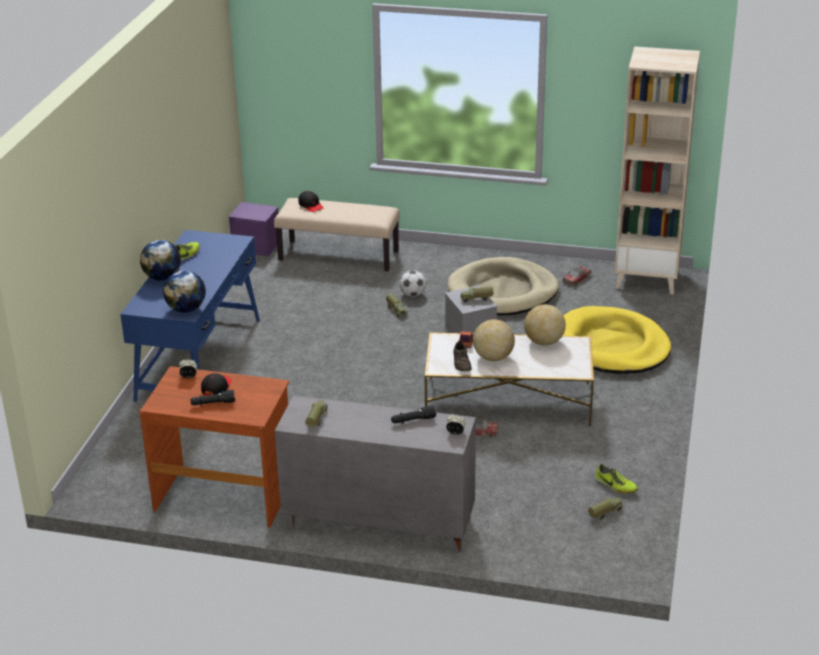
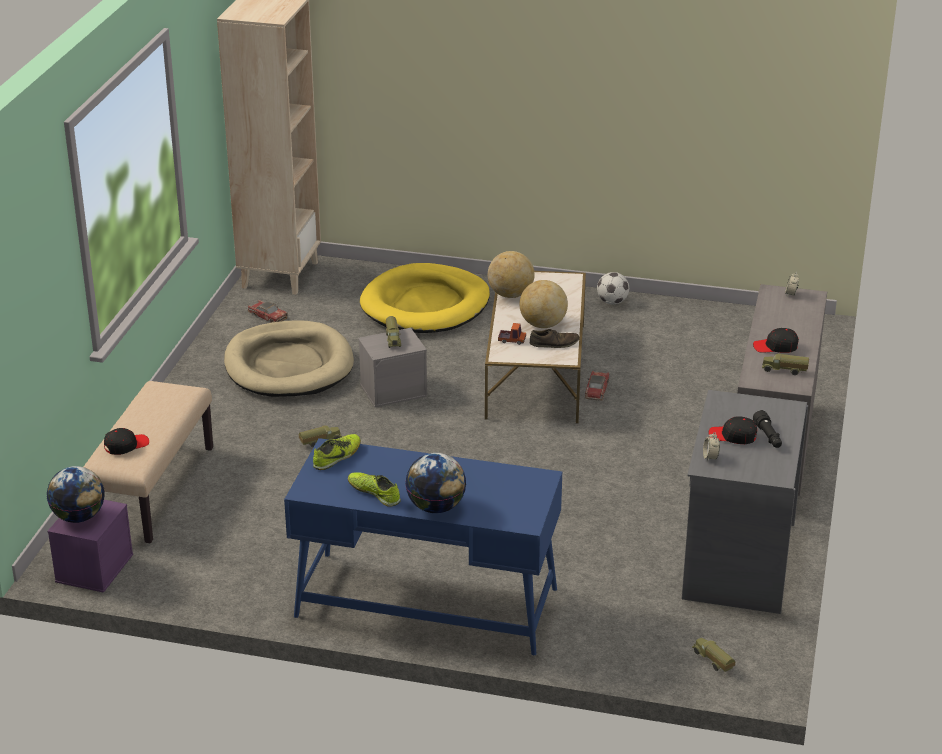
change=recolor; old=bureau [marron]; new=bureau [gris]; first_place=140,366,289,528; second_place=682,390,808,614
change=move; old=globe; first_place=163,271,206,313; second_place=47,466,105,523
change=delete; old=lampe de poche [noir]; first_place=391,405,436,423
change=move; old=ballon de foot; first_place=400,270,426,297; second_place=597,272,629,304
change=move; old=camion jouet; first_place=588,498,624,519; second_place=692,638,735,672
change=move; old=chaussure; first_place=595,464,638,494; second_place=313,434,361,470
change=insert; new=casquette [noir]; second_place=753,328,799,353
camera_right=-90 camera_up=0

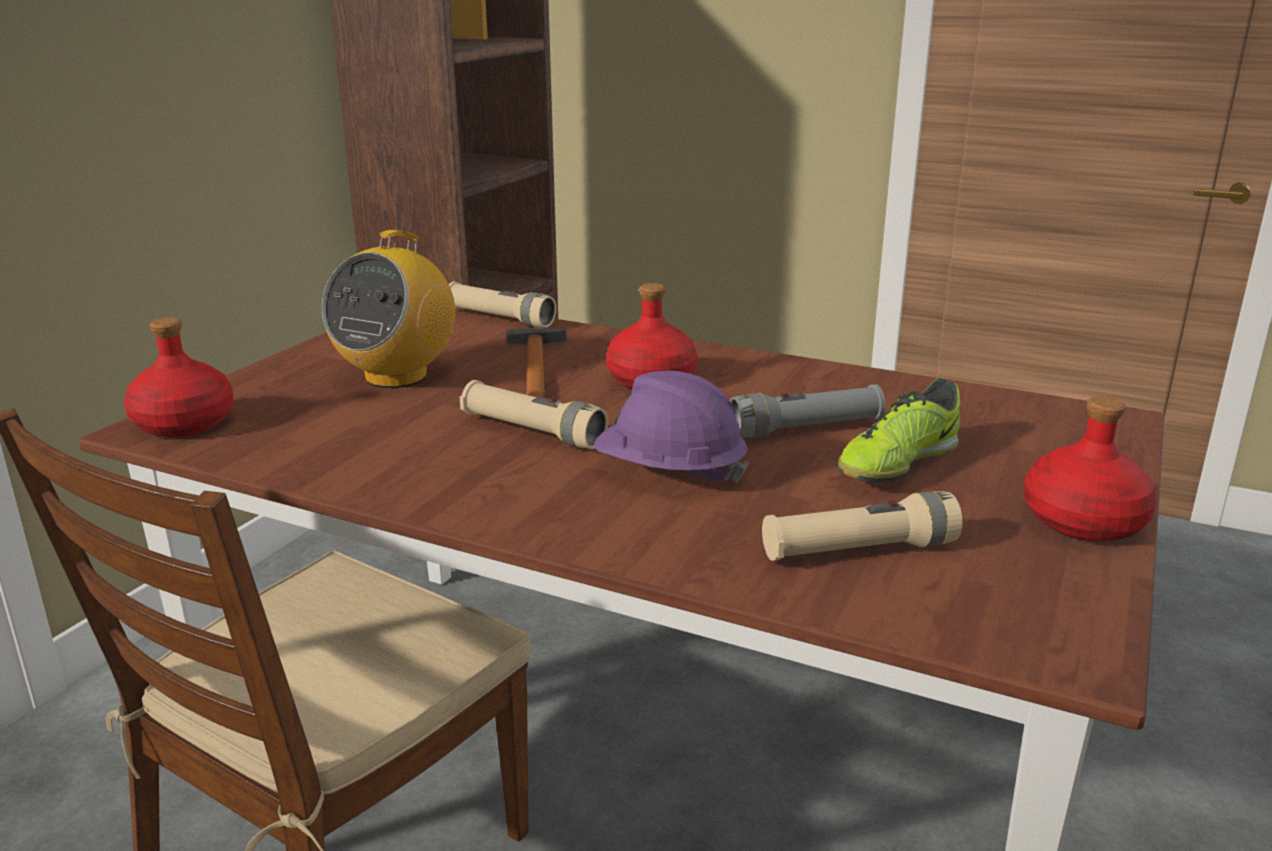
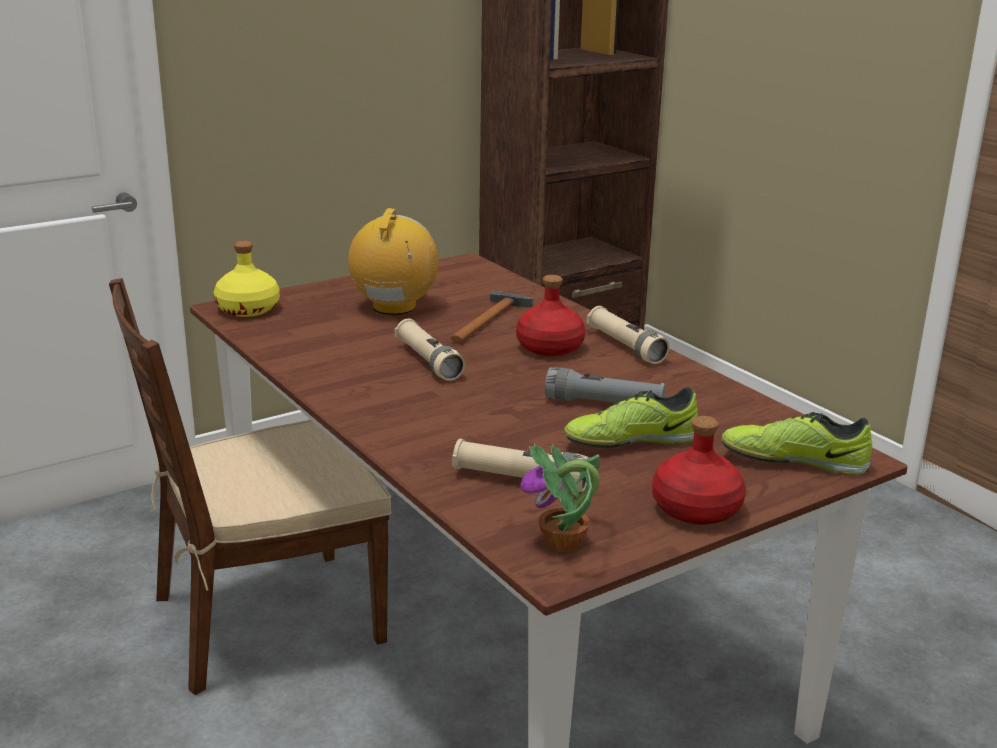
change=recolor; old=bouteille [rouge]; new=bouteille [jaune]; first_place=124,317,234,437; second_place=214,241,280,317
change=rotate; old=radio; first_place=322,230,455,388; second_place=348,208,439,315; degrees=135
change=move; old=lampe de poche [beige]; first_place=449,282,557,327; second_place=587,306,670,364
change=delete; old=casque de chantier [violet]; first_place=594,371,749,484
change=insert; new=plante en pot; second_place=521,444,600,552
change=insert; new=chaussure; second_place=721,412,872,476
camera_right=30 camera_up=0

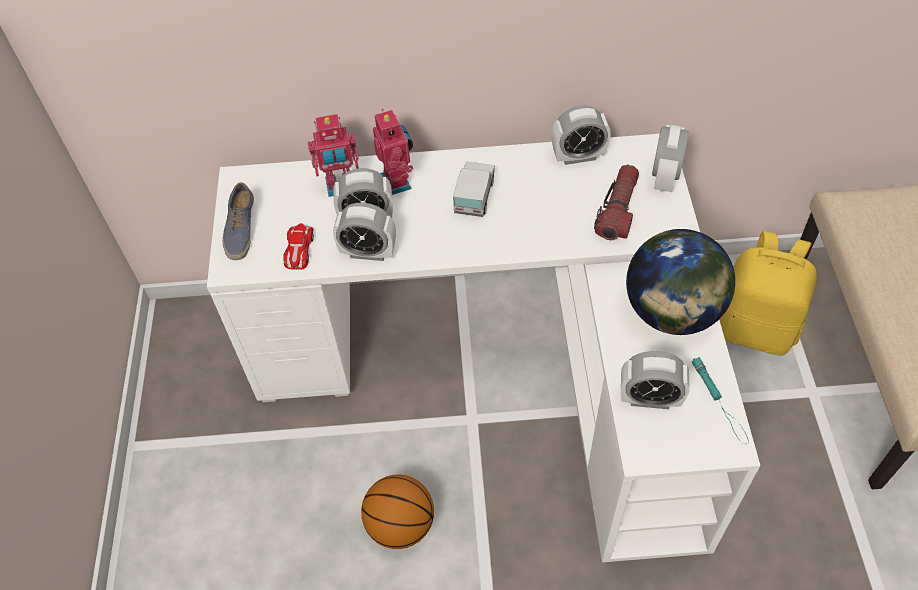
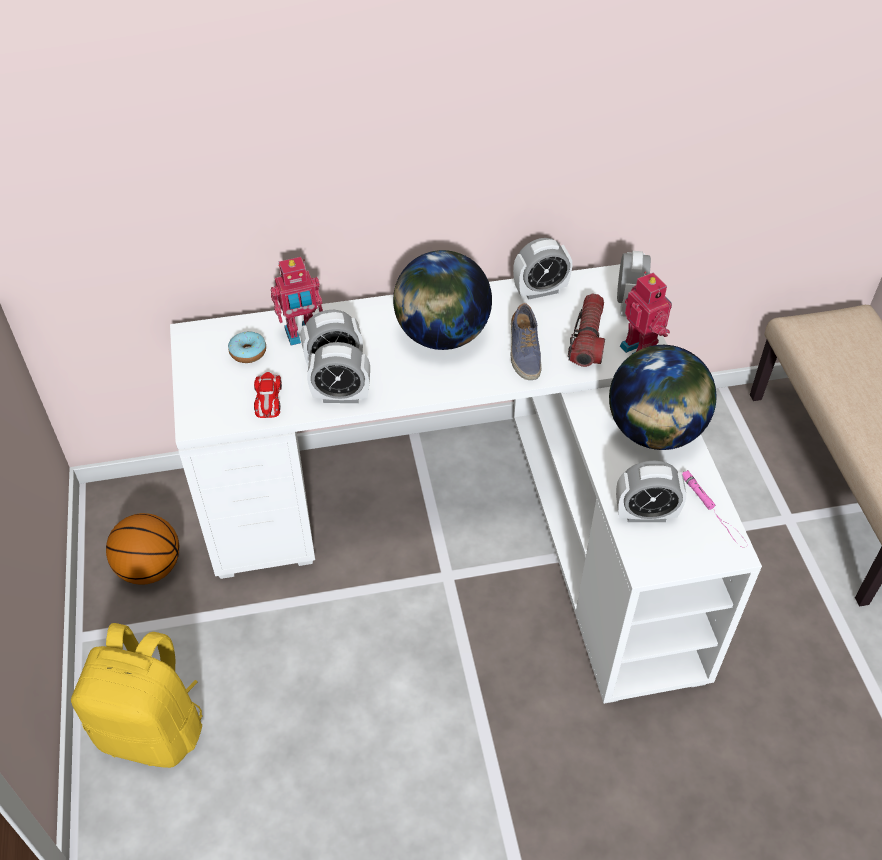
change=move; old=chaussure; first_place=222,182,254,260; second_place=511,303,542,380
change=move; old=ballon de basket; first_place=361,474,434,549; second_place=106,513,179,585
change=move; old=robot jouet; first_place=373,109,413,195; second_place=620,272,672,354
change=replace; old=camion jouet; new=globe; first_place=453,162,495,217; second_place=393,250,492,350
change=recolor; old=lampe de poche [turquoise]; new=lampe de poche [rose]; first_place=692,357,748,444; second_place=682,470,746,548
change=move; old=sac à dos [jaune]; first_place=719,231,817,356; second_place=71,623,203,768
change=insert; new=beignet; second_place=228,331,266,363
camera_right=-10 camera_up=-5

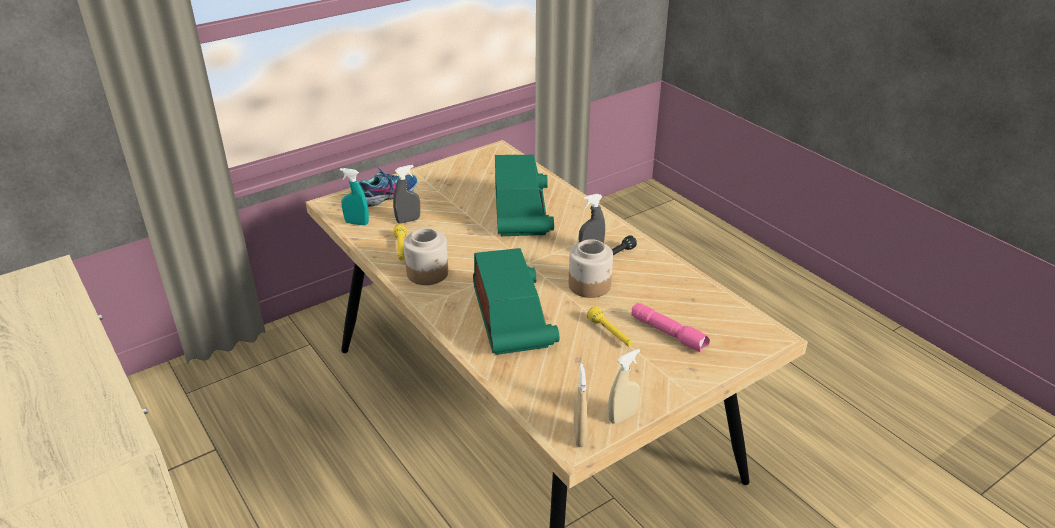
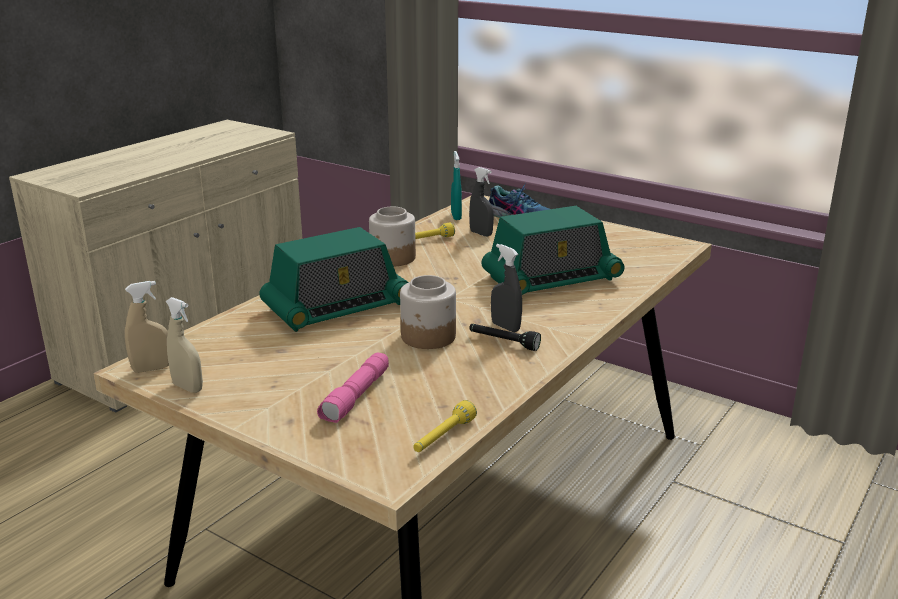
change=move; old=lampe de poche [jaune]; first_place=587,306,633,346; second_place=413,400,477,452
camera_right=70 camera_up=-10

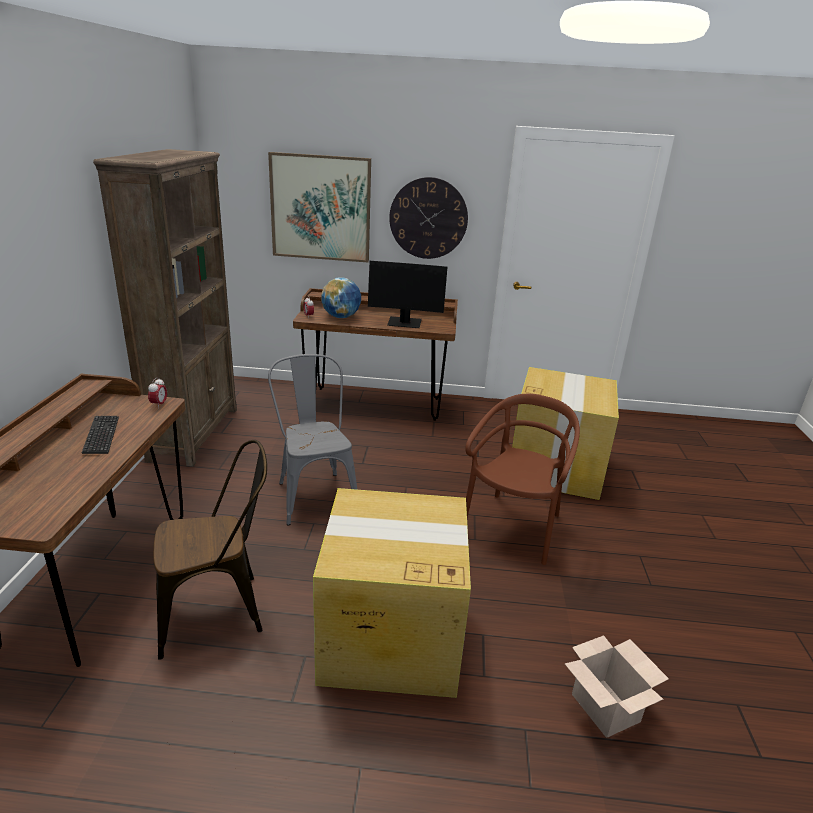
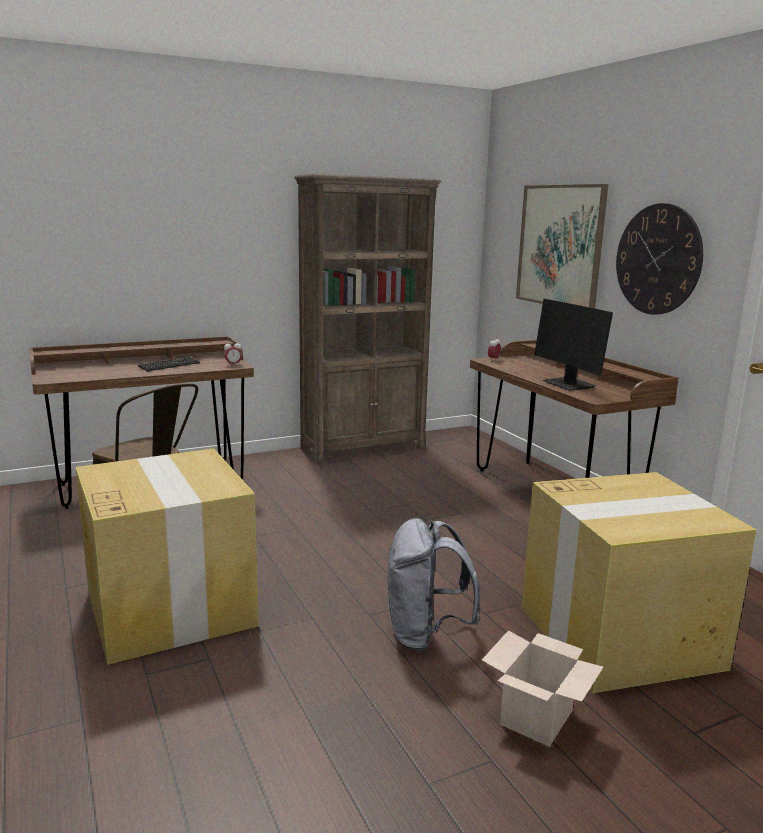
change=delete; old=chaise [gris]; first_place=268,354,358,525
change=delete; old=globe; first_place=321,277,361,318
change=replace; old=chaise [marron]; new=sac à dos [gris]; first_place=465,394,580,565; second_place=388,518,480,652
change=move; old=carton; first_place=565,635,669,738; second_place=482,631,603,747
camera_right=60 camera_up=-10

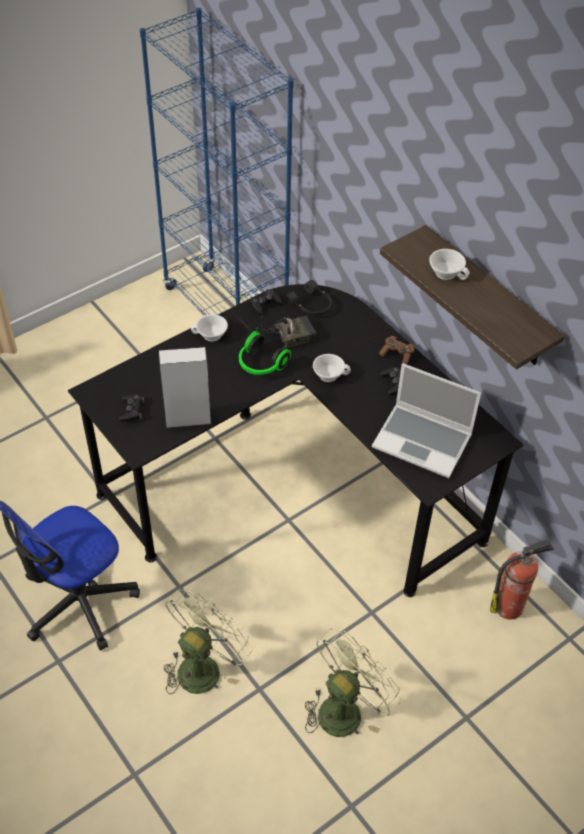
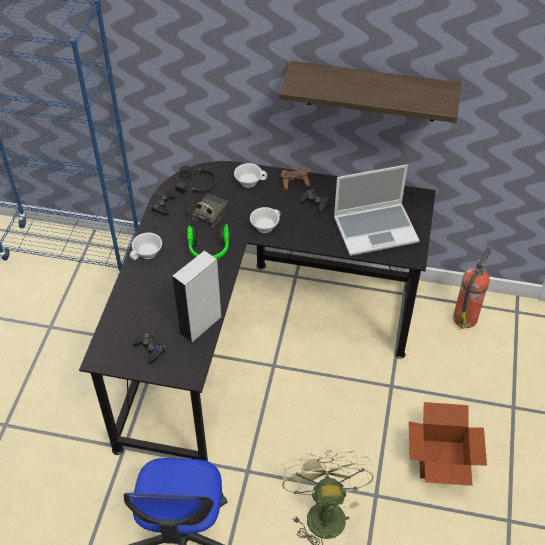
change=replace; old=ventilateur [vert]; new=carton; first_place=305,629,401,737; second_place=409,402,487,486
change=move; old=tasse [blanc]; first_place=429,249,469,280; second_place=234,163,267,187
camera_right=-40 camera_up=0

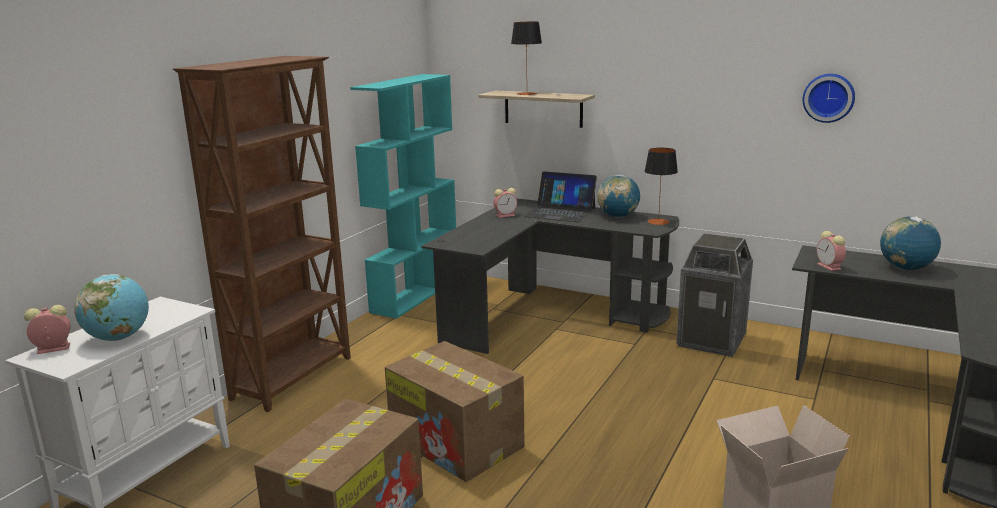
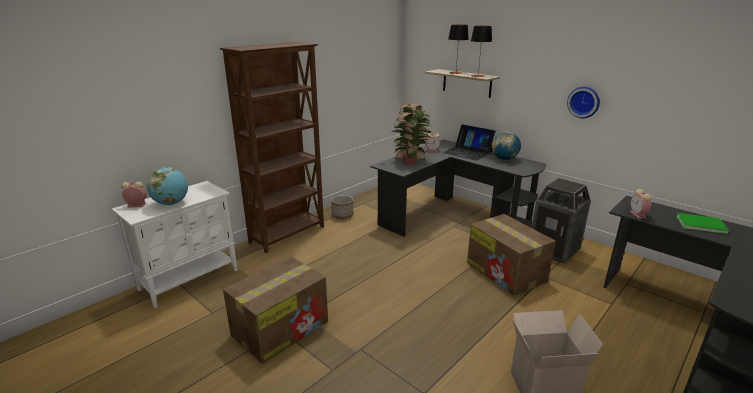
change=delete; old=bibliothèque [turquoise]; first_place=350,74,456,319
change=move; old=carton; first_place=385,341,525,482; second_place=467,214,556,296
change=move; old=lampe de table; first_place=645,148,678,225; second_place=471,26,492,77
change=move; old=horloge murale; first_place=802,74,855,123; second_place=567,87,600,118
change=replace; old=globe; new=livre [vert]; first_place=880,216,941,270; second_place=676,213,729,234
change=insert; new=cache-pot; second_place=331,195,353,219
change=insert; new=plante en pot; second_place=391,104,432,164
camera_right=15 camera_up=5

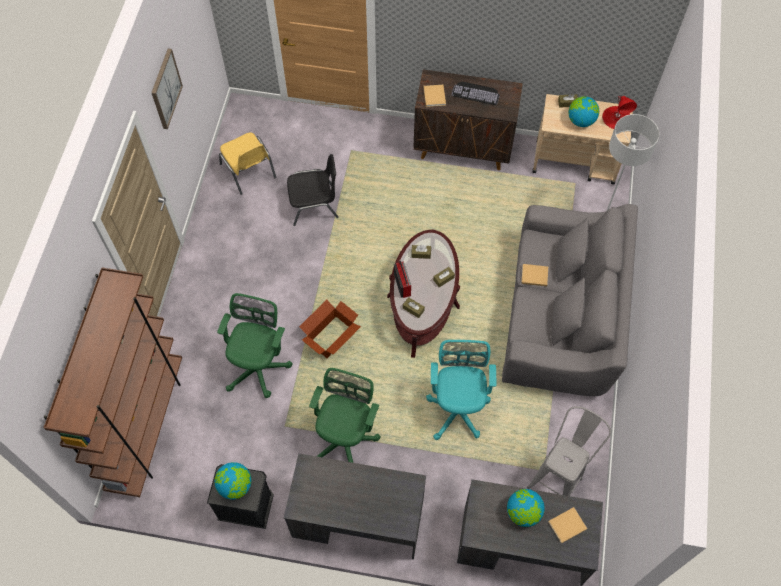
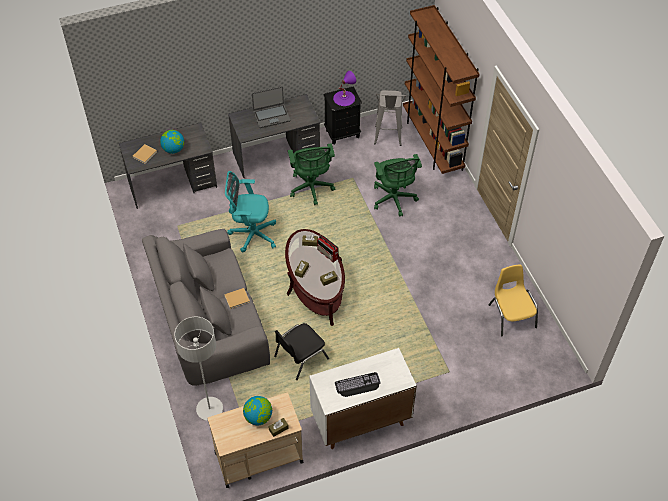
change=delete; old=tableau; first_place=151,49,183,129
change=replace; old=globe; new=lampe de table [violet]; first_place=214,462,251,500; second_place=333,71,356,106
change=rotate; old=chaise [jaune]; first_place=219,132,276,195; second_place=488,265,538,337; degrees=45
change=move; old=chaise [noir]; first_place=287,154,339,226; second_place=274,323,329,380
change=delete; old=carton; first_place=299,299,361,358
change=recolor; old=meuble de rangement [marron]; new=meuble de rangement [blanc]; first_place=413,69,523,170; second_place=309,348,417,449
change=delete; old=livre [beige]; first_place=424,85,446,107
change=rotate; old=chaise de bureau [turquoise]; first_place=426,340,496,440; second_place=225,171,276,252; degrees=120
change=move; old=tabouret [gris]; first_place=527,406,611,496; second_place=374,90,406,146
change=delete; old=lampe de table [rouge]; first_place=602,95,637,129
change=insert; new=ordinateur portable; second_place=252,86,290,128
camera_right=150 camera_up=-10

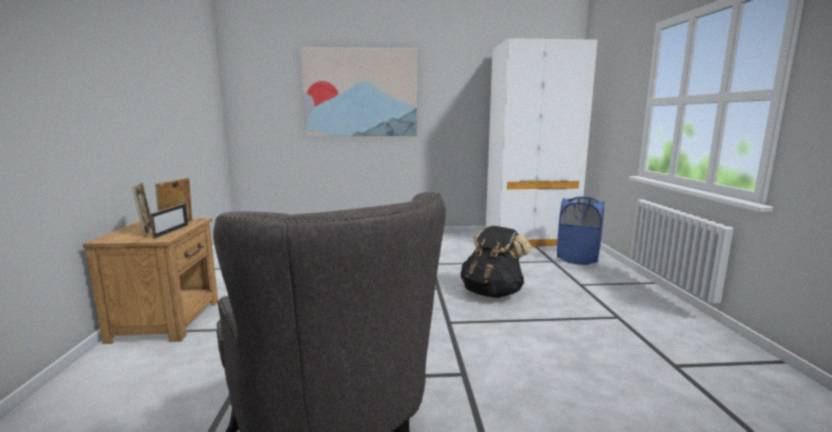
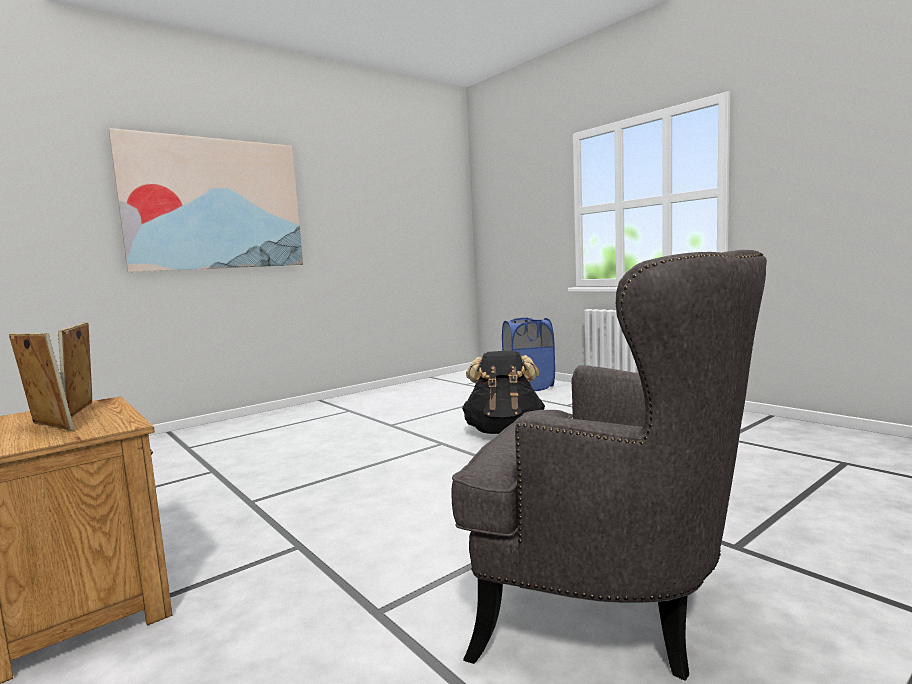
change=delete; old=cadre photo; first_place=149,203,189,239
change=delete; old=armoire [blanc]; first_place=486,38,598,247
camera_right=-35 camera_up=-5

